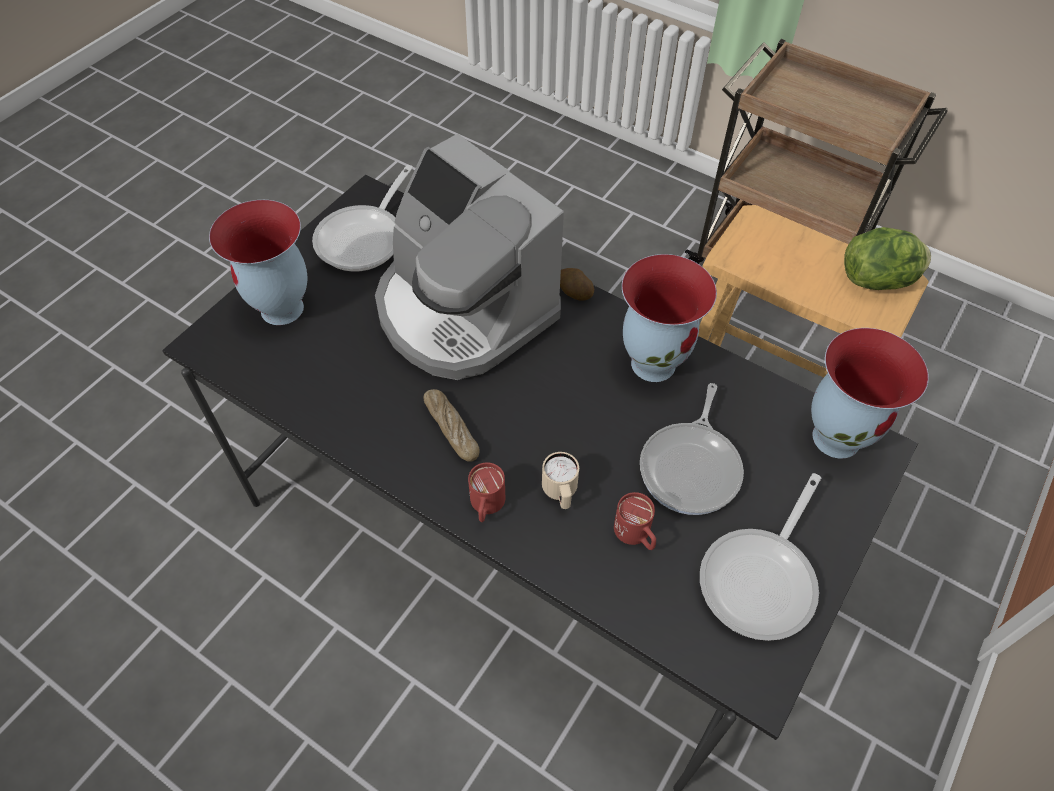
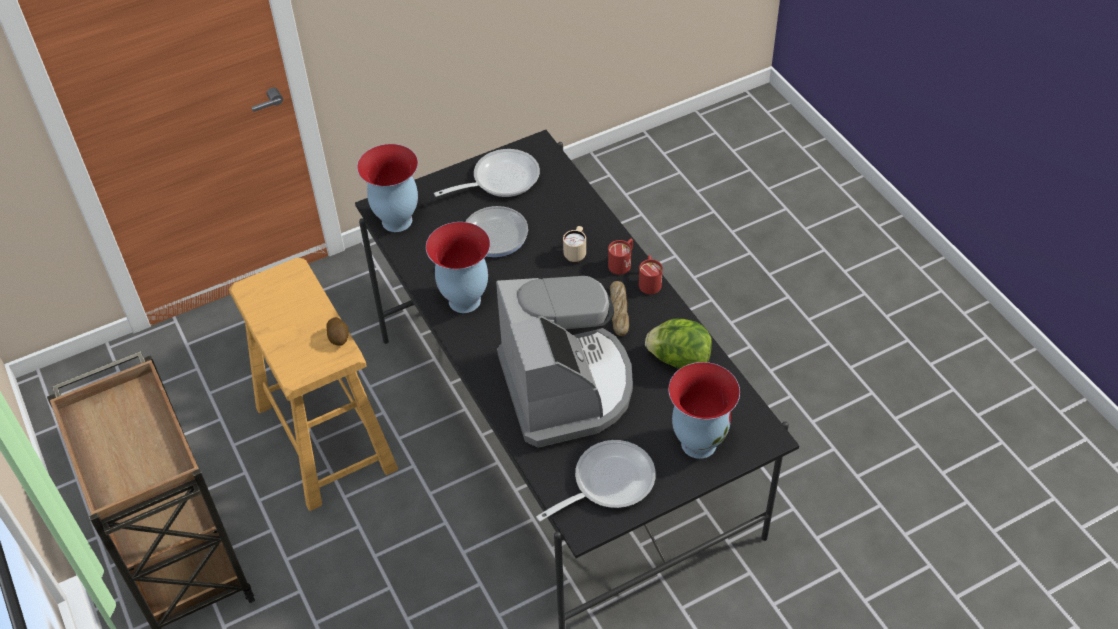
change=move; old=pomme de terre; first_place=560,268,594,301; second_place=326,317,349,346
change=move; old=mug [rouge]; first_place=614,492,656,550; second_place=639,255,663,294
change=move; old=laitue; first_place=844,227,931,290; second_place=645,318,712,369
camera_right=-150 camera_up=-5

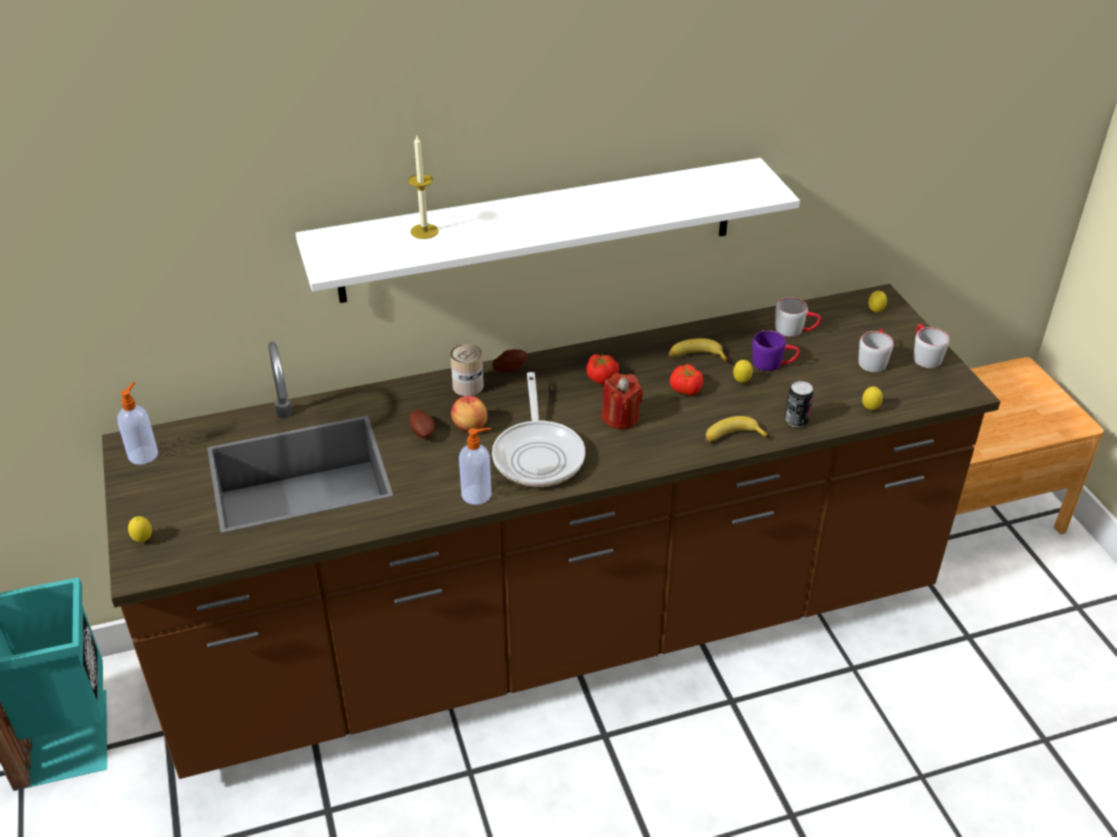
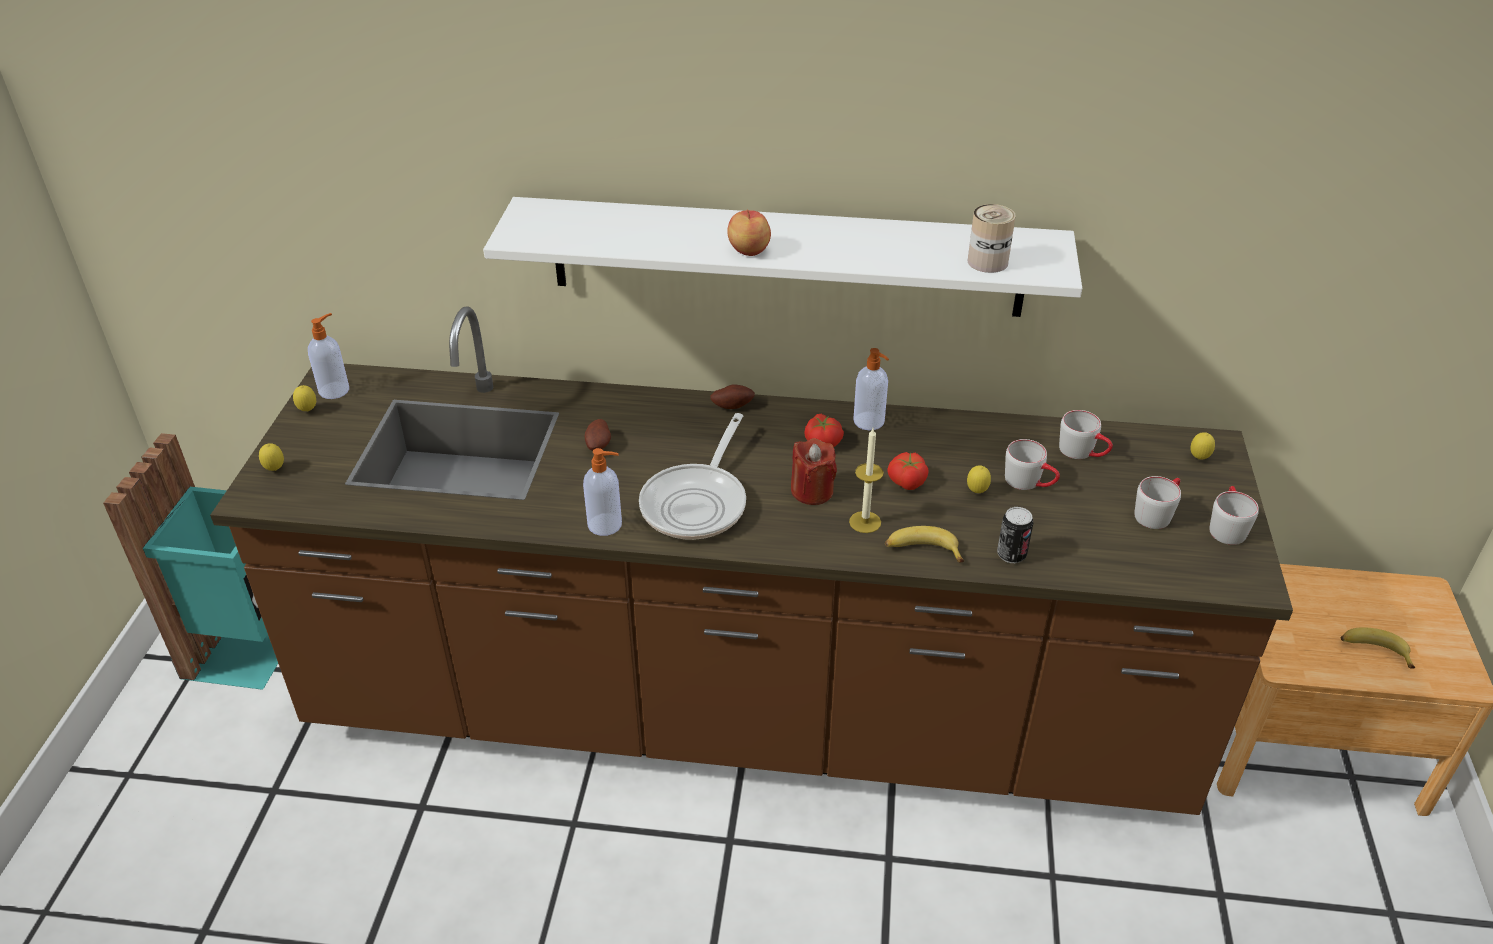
change=move; old=bougie; first_place=408,136,439,239; second_place=849,428,883,533
change=move; old=boîte métallique; first_place=450,344,484,396; second_place=968,204,1016,273
change=move; old=pomme; first_place=451,396,487,432; second_place=727,210,771,256
change=move; old=banane; first_place=668,338,729,362; second_place=1341,627,1415,669
change=recolor; old=mug [violet]; new=mug [gris]; first_place=753,330,800,371; second_place=1005,439,1060,490
change=move; old=citron; first_place=862,387,883,410; second_place=293,385,316,412
change=insert; new=distributeur de savon; second_place=853,348,889,430
camera_right=25 camera_up=0

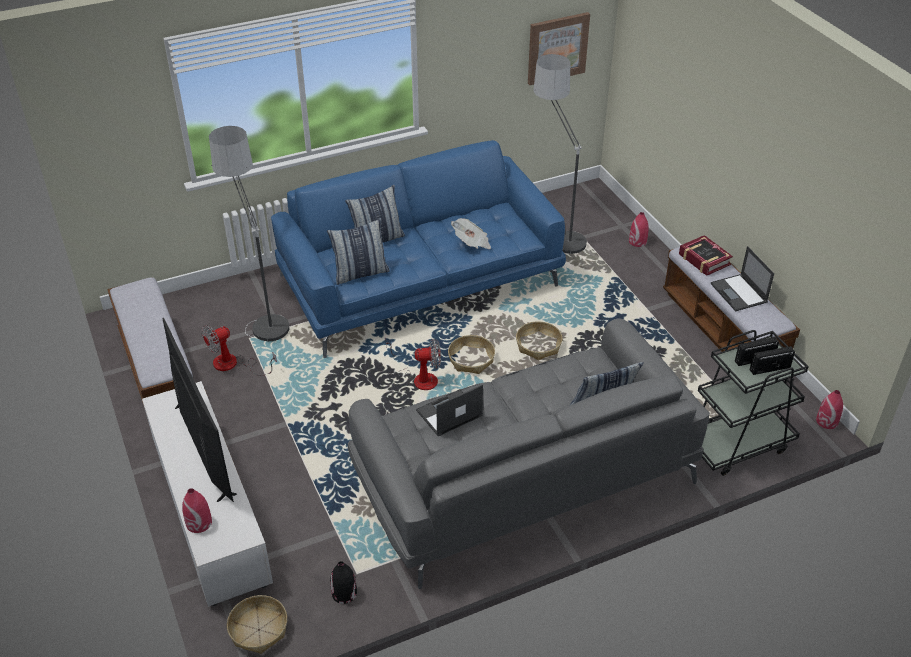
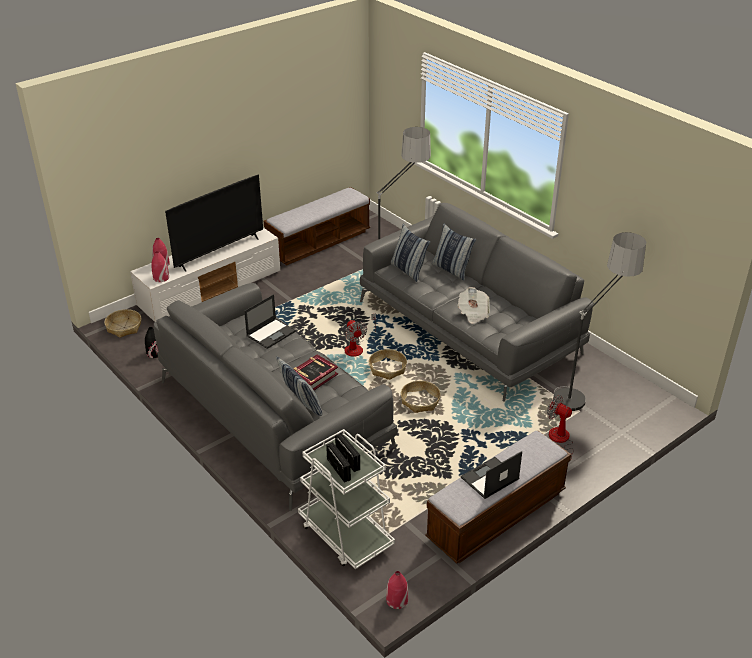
change=move; old=ventilateur; first_place=201,325,277,376; second_place=547,395,574,460
change=recolor; old=canapé [bleu]; new=canapé [gris]; first_place=271,140,566,358; second_place=360,203,593,402
change=rotate; old=ordinateur portable; first_place=416,384,483,436; second_place=244,294,296,349; degrees=90
change=delete; old=tableau; first_place=528,12,590,85
change=move; old=vase [rouge]; first_place=629,212,649,247; second_place=151,251,169,282
change=move; old=livre; first_place=679,235,733,276; second_place=293,354,338,390
change=recolor; old=chariot [noir]; new=chariot [blanc]; first_place=698,330,809,476; second_place=298,429,395,569
camera_right=75 camera_up=-5

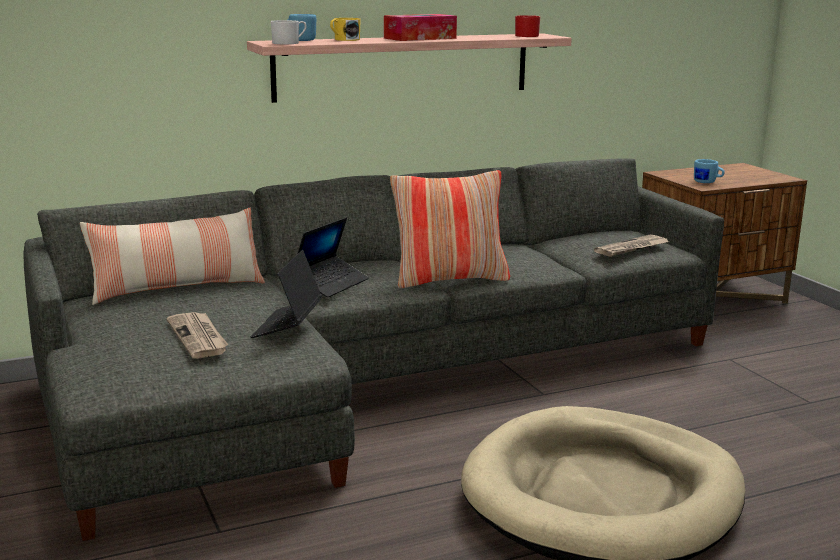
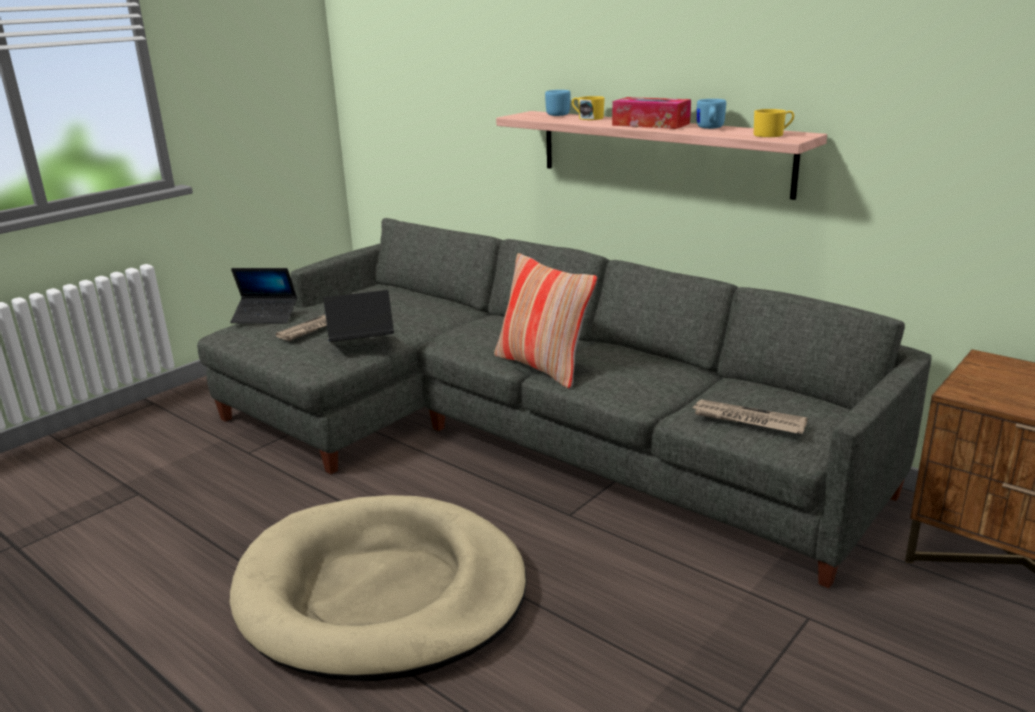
change=delete; old=coussin; first_place=80,208,265,305
change=delete; old=mug [blanc]; first_place=271,20,307,44
change=move; old=ordinateur portable; first_place=298,218,369,298; second_place=230,268,297,324
change=recolor; old=mug [rouge]; new=mug [jaune]; first_place=515,15,540,37; second_place=754,109,794,137
change=move; old=mug [bleu]; first_place=694,159,725,183; second_place=697,99,726,129
camera_right=65 camera_up=5

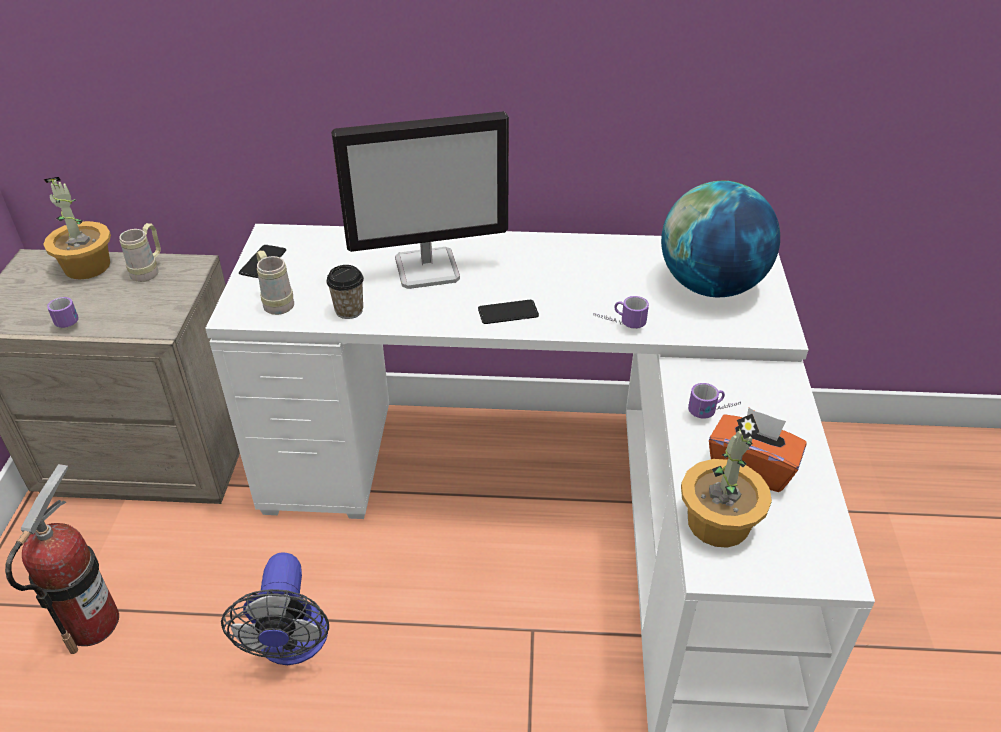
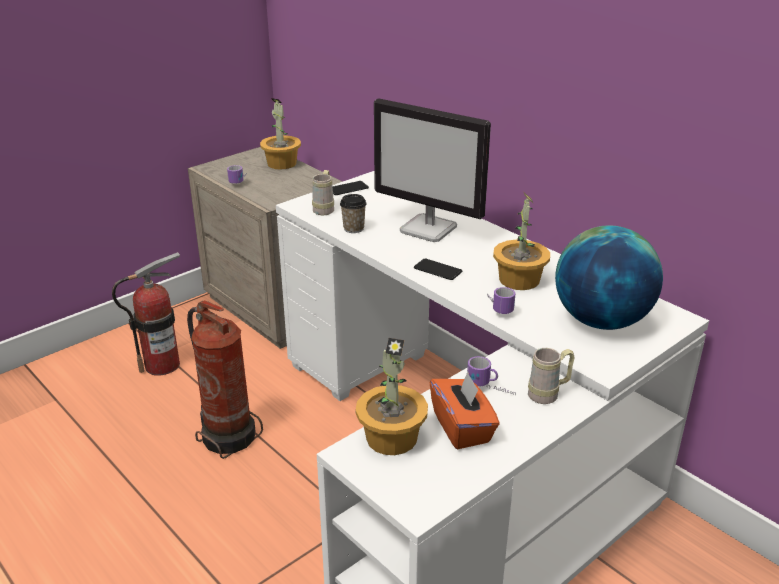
change=move; old=mug [beige]; first_place=119,223,161,282; second_place=528,348,574,404
change=replace; old=ventilateur; new=extincteur; first_place=221,552,329,665; second_place=187,300,263,459
change=insert; new=plante en pot; second_place=493,191,550,290
camera_right=45 camera_up=-10

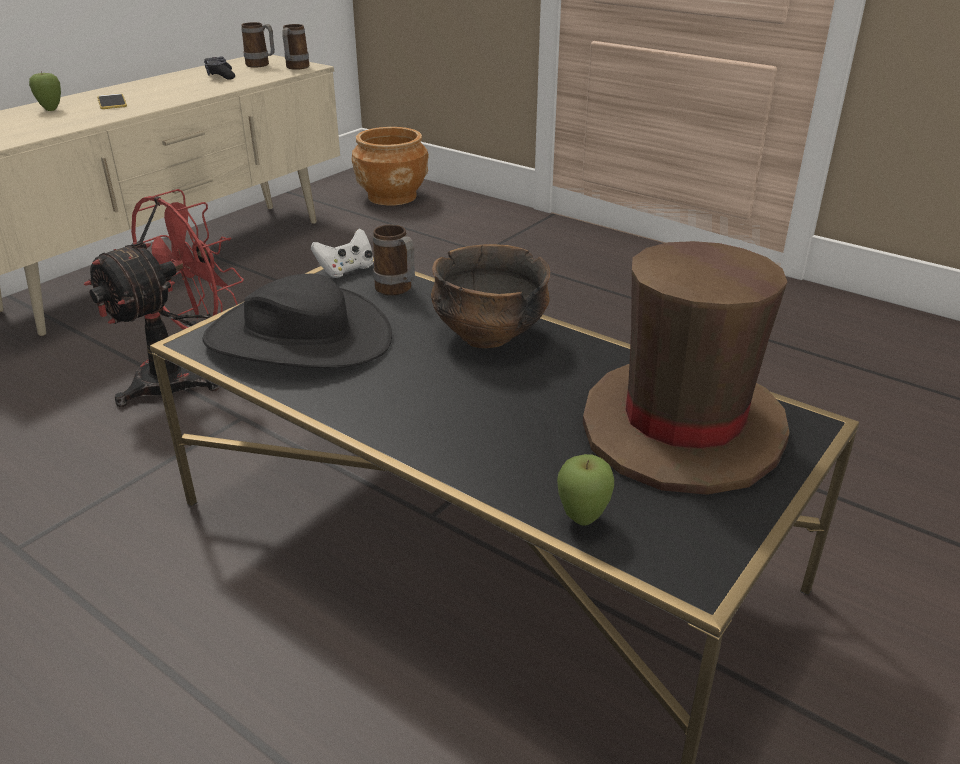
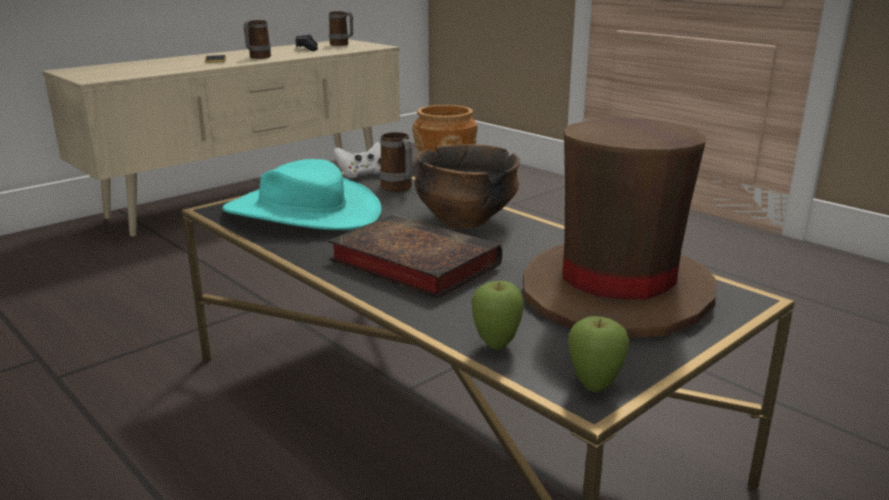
change=move; old=pomme; first_place=29,71,61,111; second_place=568,316,629,392
change=delete; old=ventilateur [rouge]; first_place=84,189,244,407
change=recolor; old=chapeau [noir]; new=chapeau [turquoise]; first_place=202,274,392,368; second_place=222,159,382,230
change=move; old=mug; first_place=282,24,310,70; second_place=244,20,271,59
change=insert; new=livre; second_place=328,215,502,298
camera_right=10 camera_up=-10

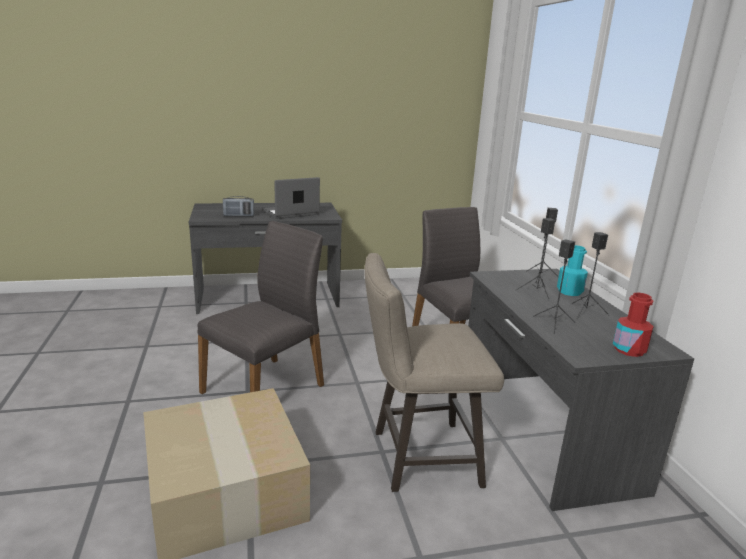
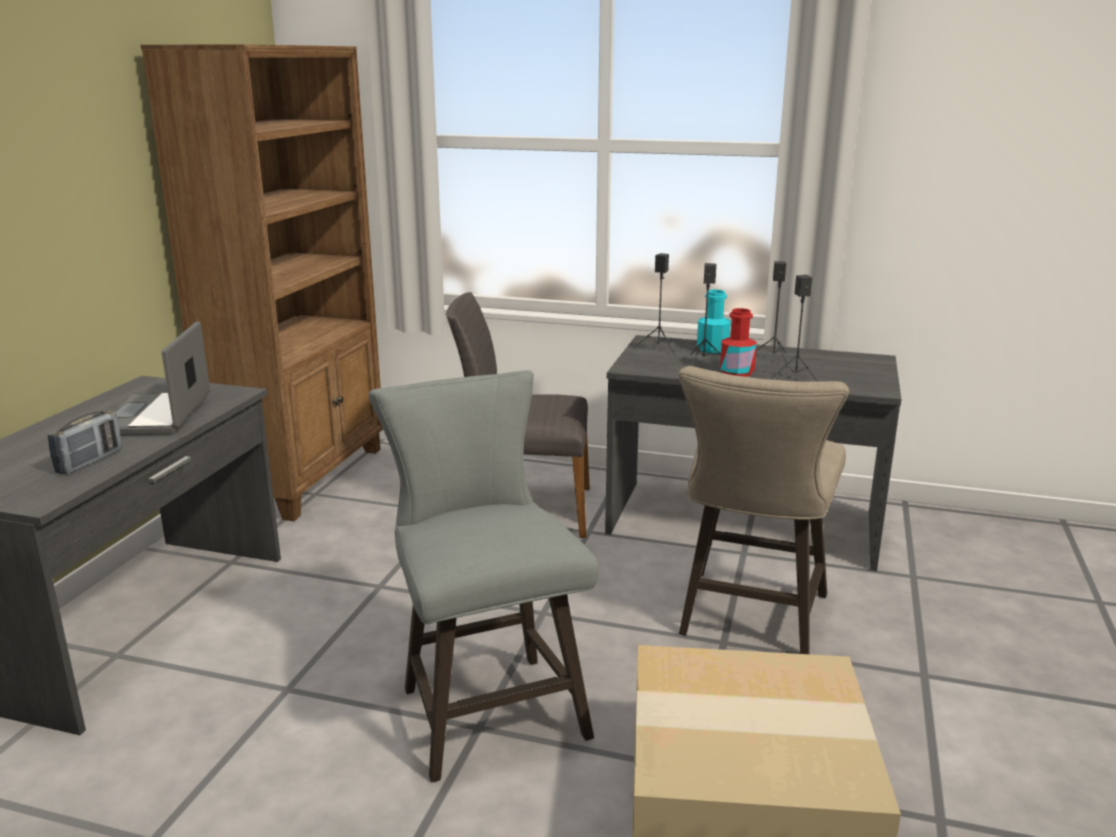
change=replace; old=chaise [gris]; new=tabouret [gris]; first_place=198,221,324,394; second_place=369,370,598,782
change=move; old=bouteille [rouge]; first_place=613,293,654,357; second_place=720,308,757,377
change=insert; new=bibliothèque [marron]; second_place=141,44,383,521
camera_right=-60 camera_up=0

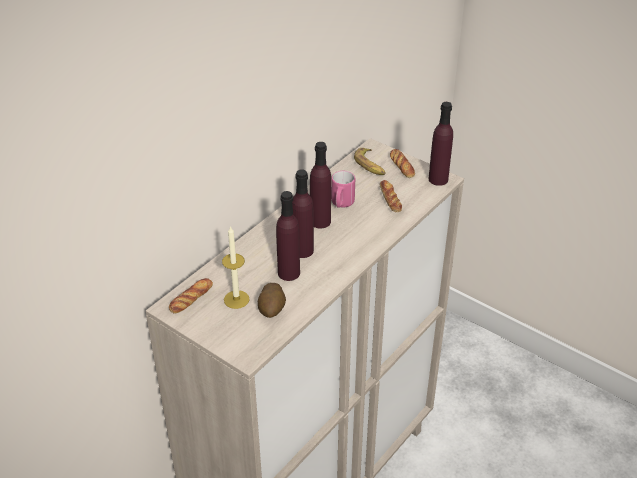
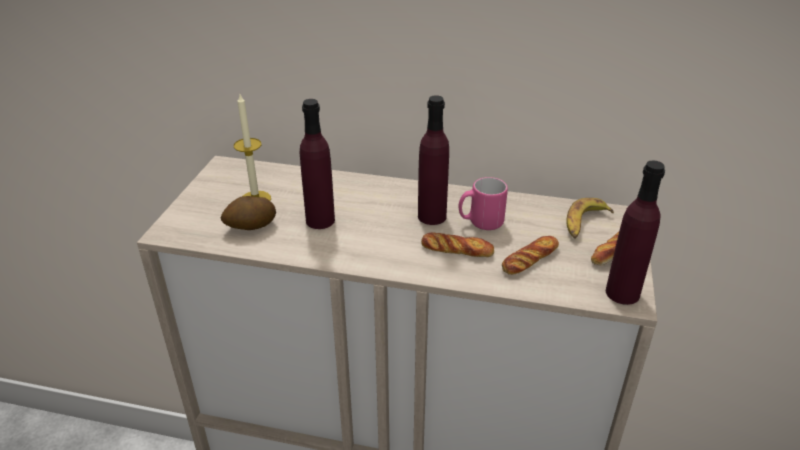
change=move; old=pain; first_place=169,278,213,313; second_place=421,232,494,257
change=delete; old=bouteille [violet]; first_place=292,169,314,258
camera_right=65 camera_up=-5

